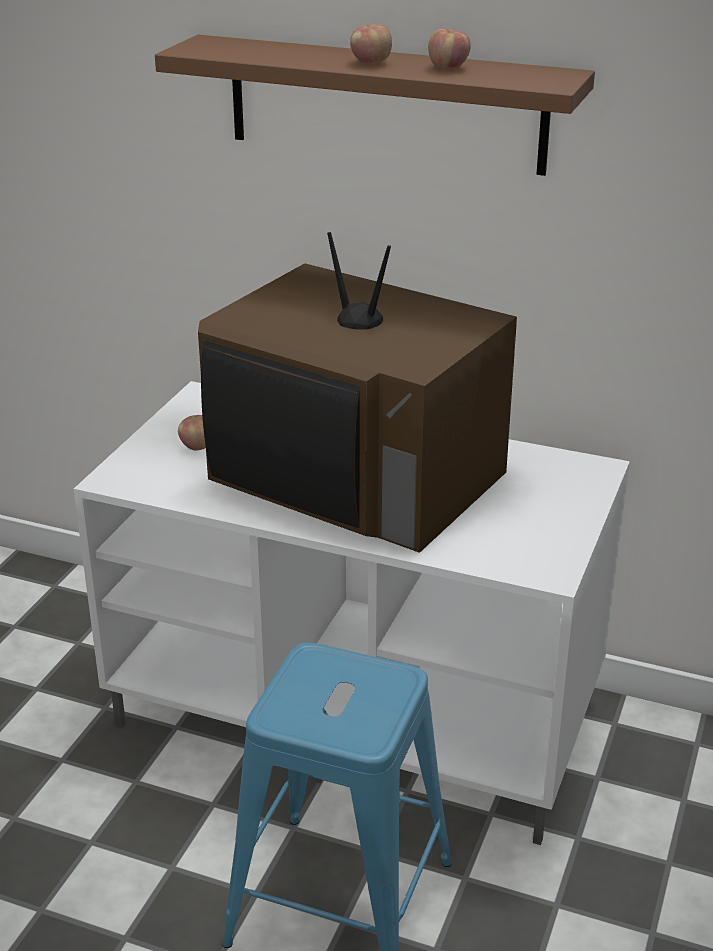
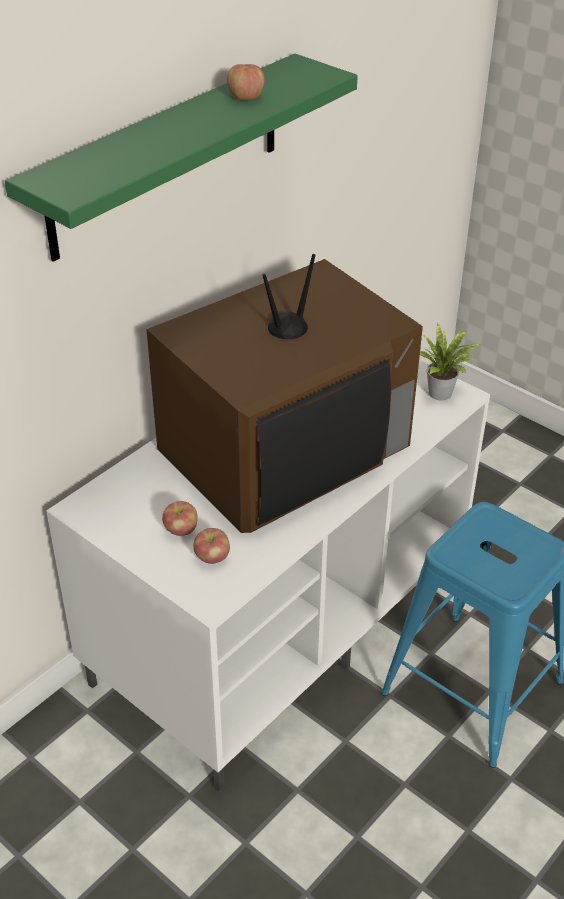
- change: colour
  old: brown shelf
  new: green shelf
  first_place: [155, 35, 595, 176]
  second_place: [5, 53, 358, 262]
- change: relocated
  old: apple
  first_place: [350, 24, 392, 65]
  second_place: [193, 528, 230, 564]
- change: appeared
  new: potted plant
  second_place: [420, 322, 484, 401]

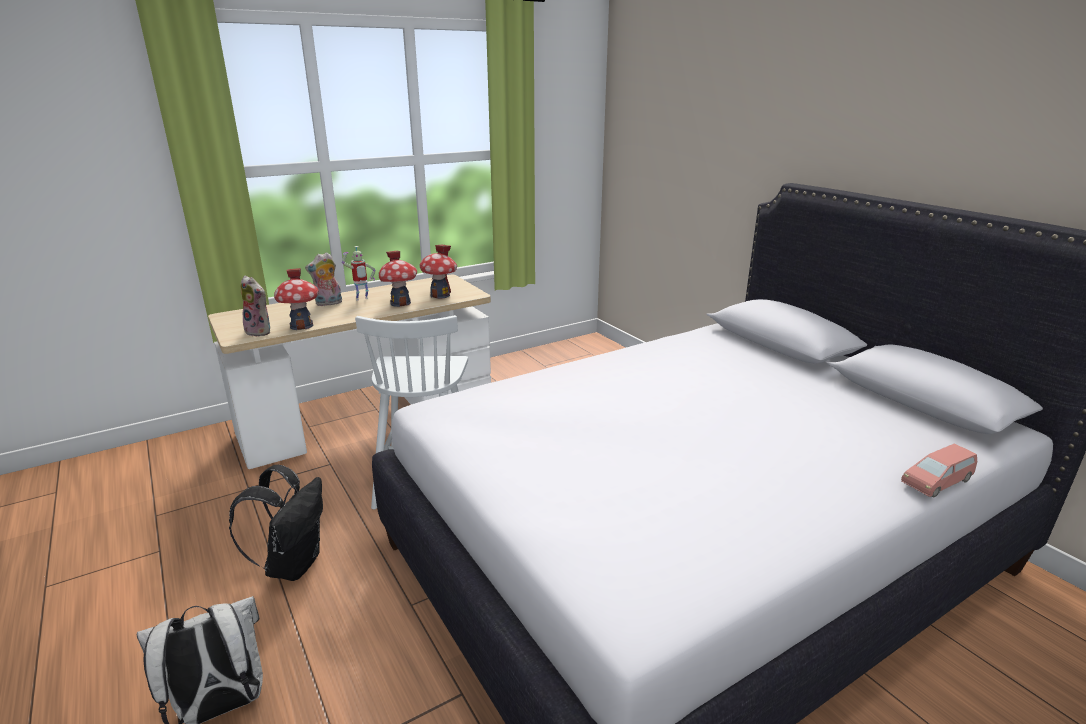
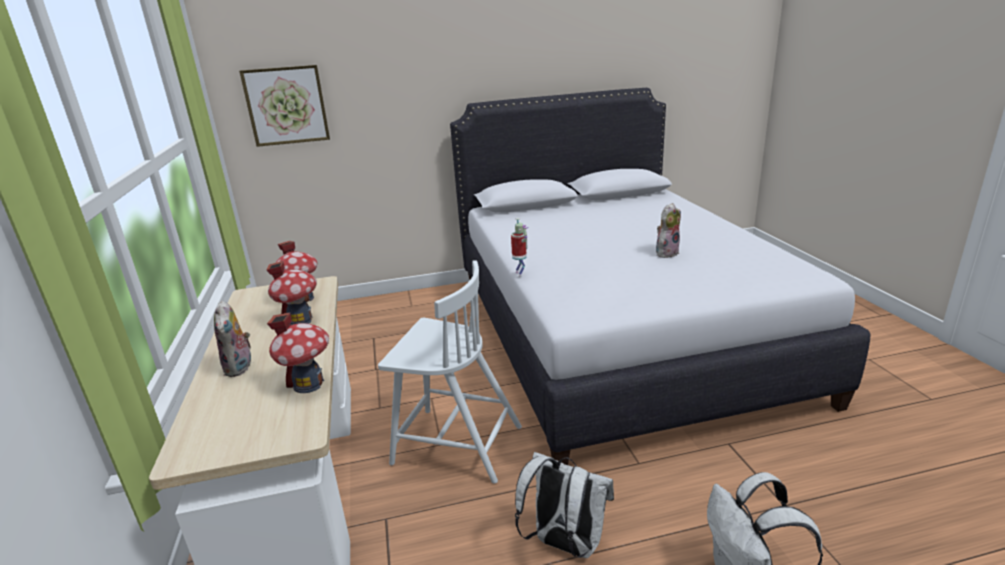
- change: colour
  old: black backpack
  new: white backpack
  first_place: [229, 465, 323, 581]
  second_place: [515, 452, 614, 558]
- change: relocated
  old: plush toy
  first_place: [240, 275, 270, 337]
  second_place: [656, 203, 681, 258]
- change: relocated
  old: toy robot
  first_place: [342, 246, 376, 301]
  second_place: [511, 218, 528, 277]
- change: missing
  old: pink toy car
  first_place: [901, 444, 977, 498]
- change: appeared
  new: picture
  second_place: [239, 65, 330, 147]

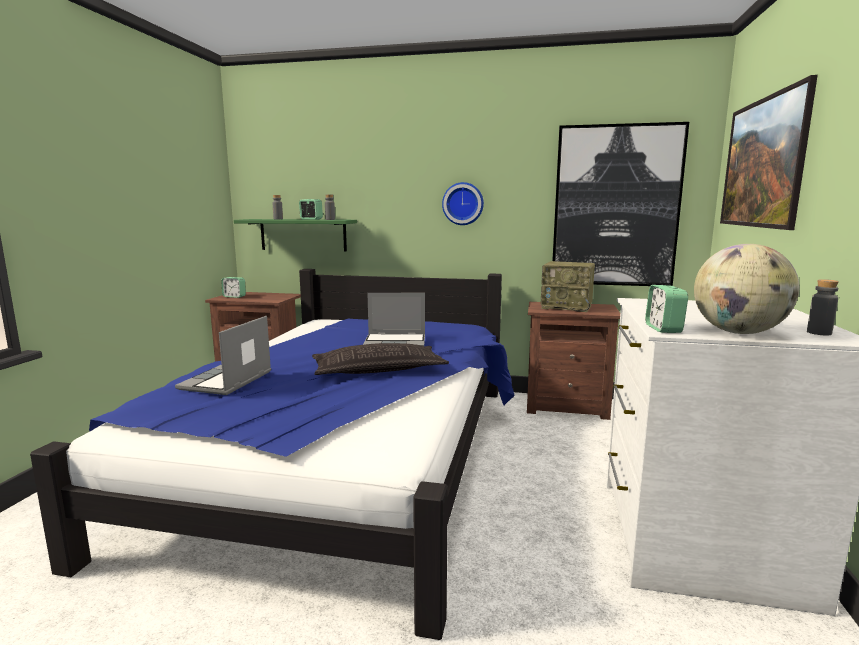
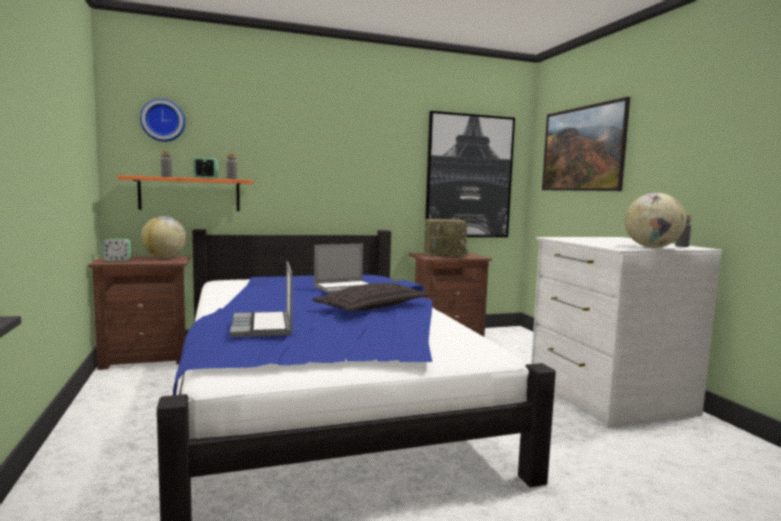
- change: colour
  old: green shelf
  new: orange shelf
  first_place: [234, 219, 357, 251]
  second_place: [117, 175, 253, 211]
- change: relocated
  old: wall clock
  first_place: [442, 182, 484, 225]
  second_place: [140, 99, 185, 142]
- change: missing
  old: alarm clock
  first_place: [645, 285, 688, 333]
- change: appeared
  new: globe
  second_place: [141, 216, 187, 258]

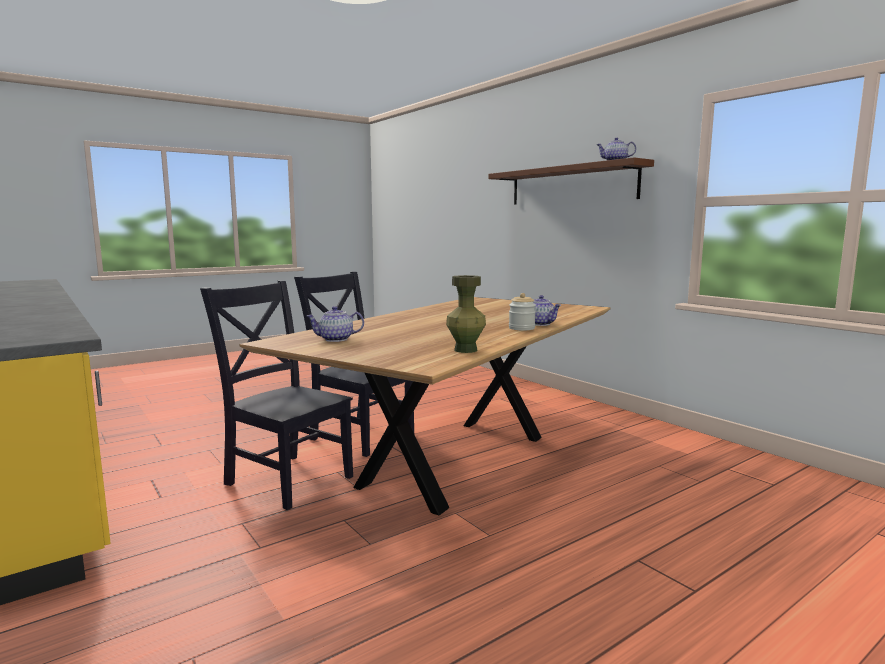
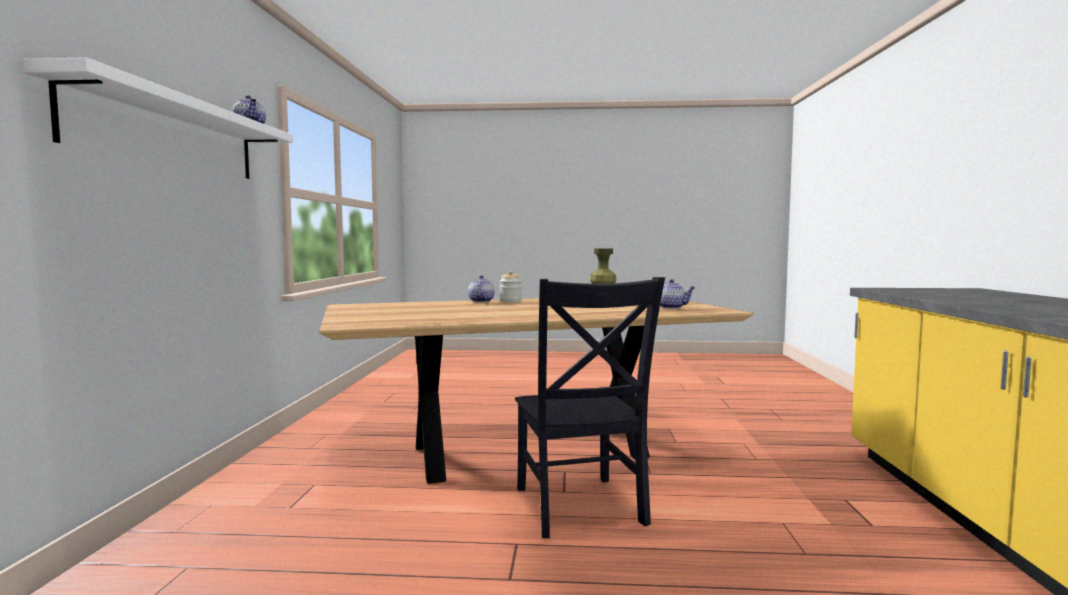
- change: missing
  old: black chair
  first_place: [200, 280, 353, 510]
- change: colour
  old: brown shelf
  new: white shelf
  first_place: [489, 157, 654, 205]
  second_place: [23, 57, 293, 179]

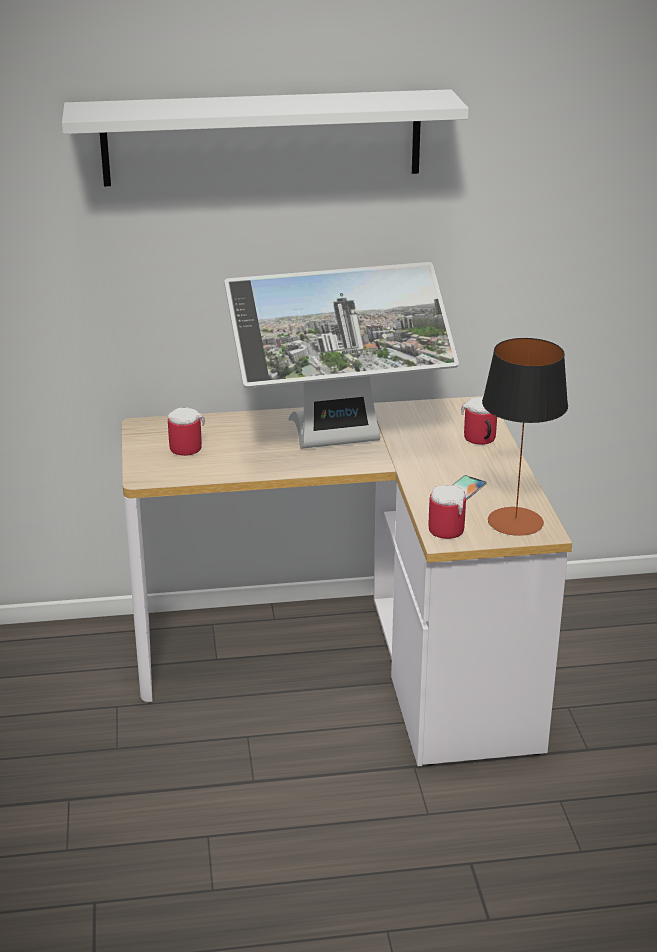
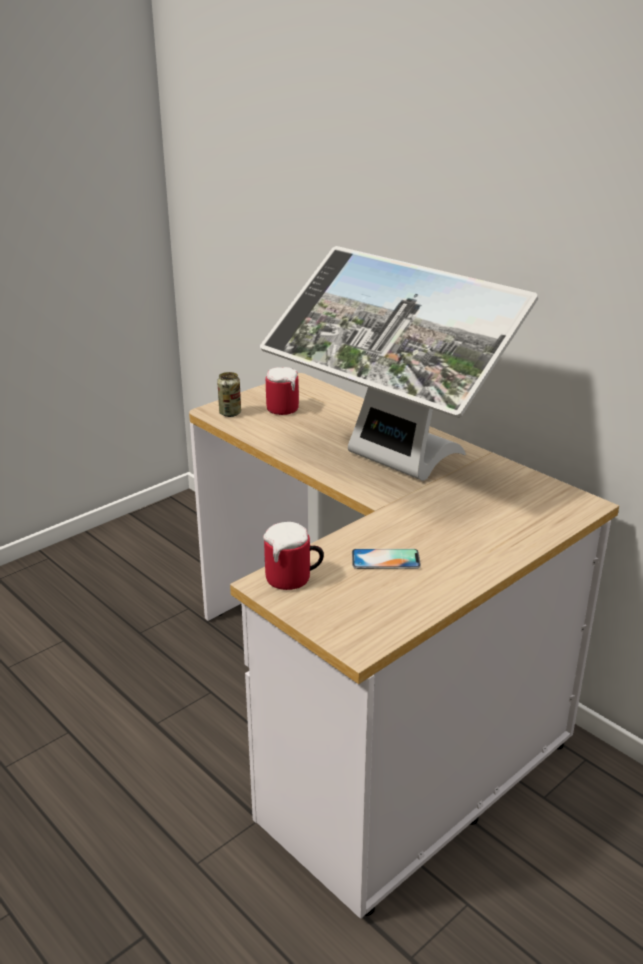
- change: missing
  old: white shelf
  first_place: [62, 89, 469, 187]
- change: missing
  old: mug
  first_place: [461, 397, 497, 445]
- change: missing
  old: table lamp
  first_place: [482, 338, 568, 536]
- change: appeared
  new: can
  second_place: [217, 372, 241, 417]

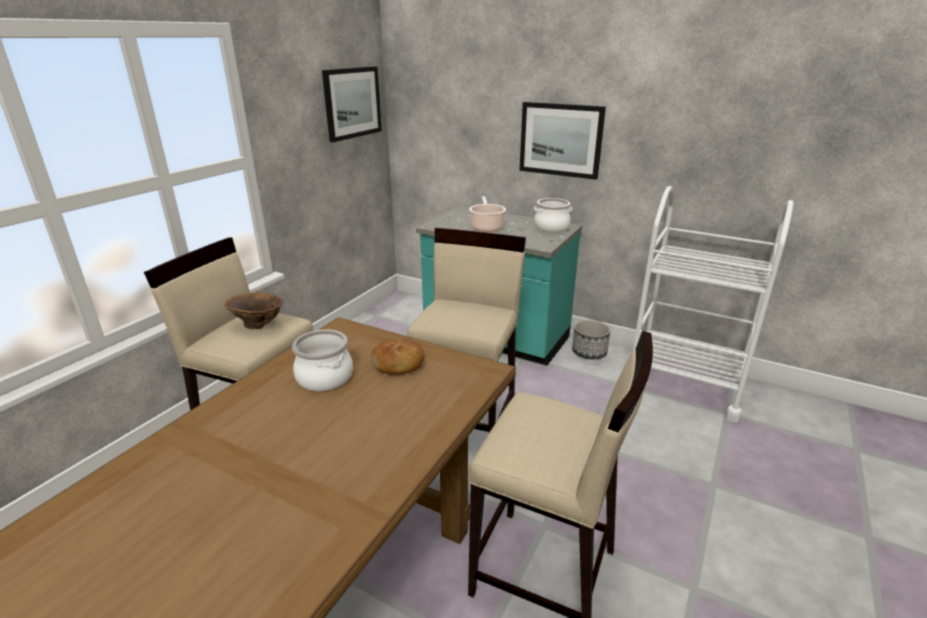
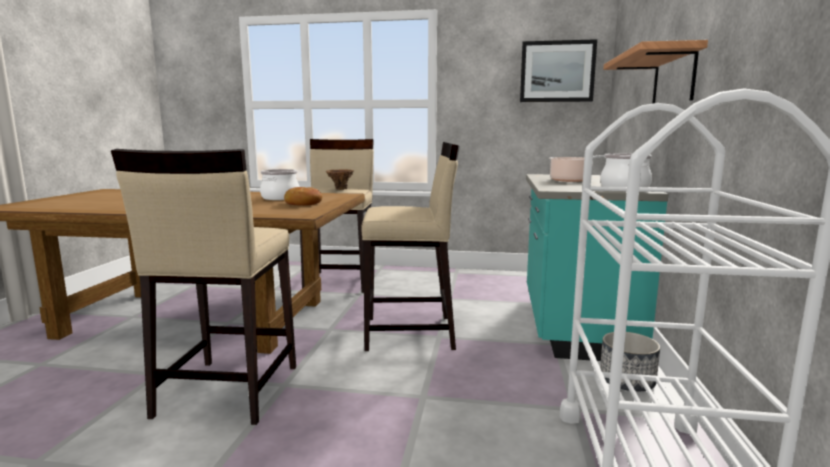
- change: exchanged
  old: picture
  new: shelf
  first_place: [519, 102, 606, 180]
  second_place: [603, 40, 708, 104]

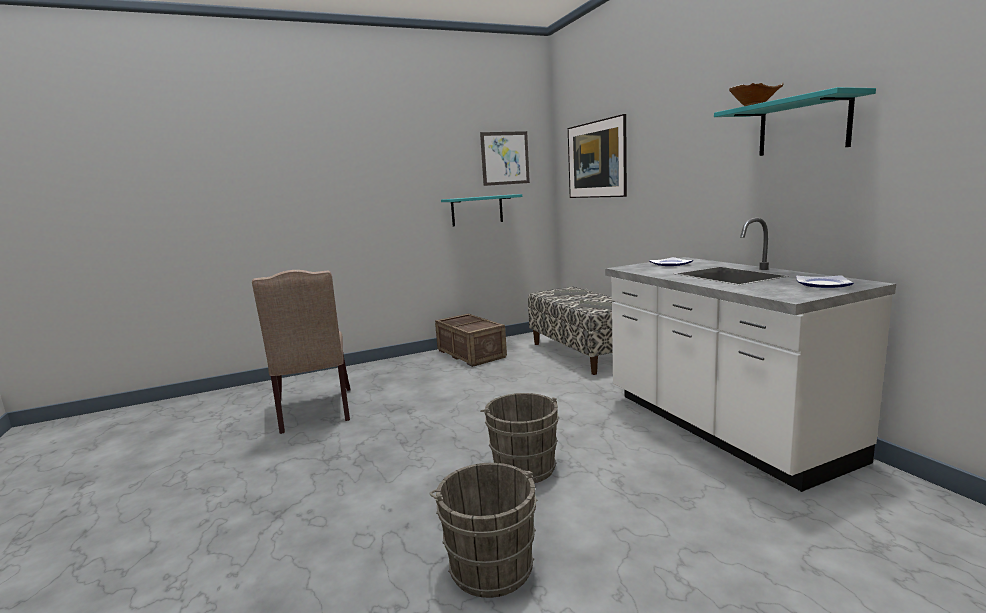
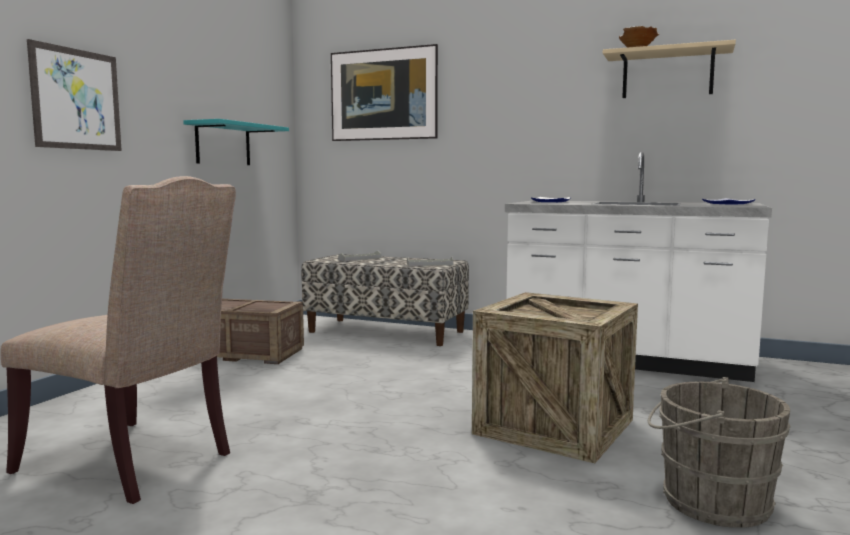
- change: relocated
  old: picture
  first_place: [480, 131, 530, 186]
  second_place: [27, 39, 122, 151]
- change: exchanged
  old: grey bucket
  new: crate
  first_place: [480, 393, 559, 483]
  second_place: [472, 292, 638, 463]
- change: colour
  old: turquoise shelf
  new: beige shelf
  first_place: [714, 87, 876, 156]
  second_place: [603, 40, 736, 98]

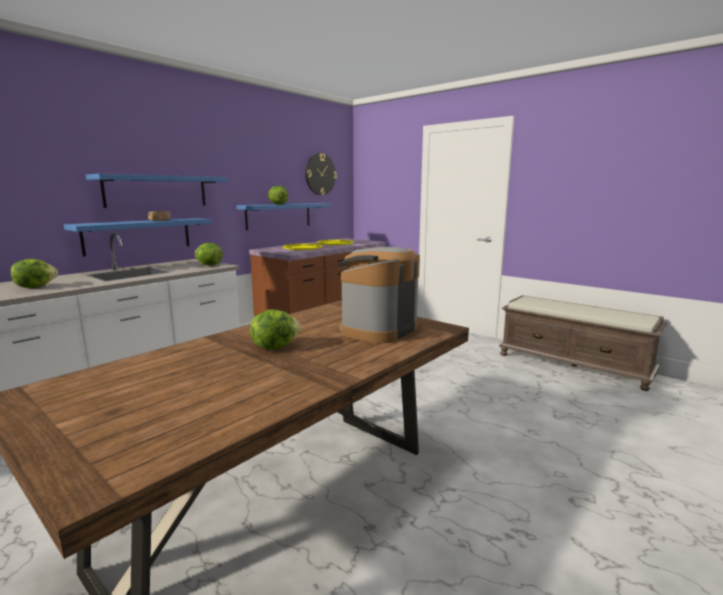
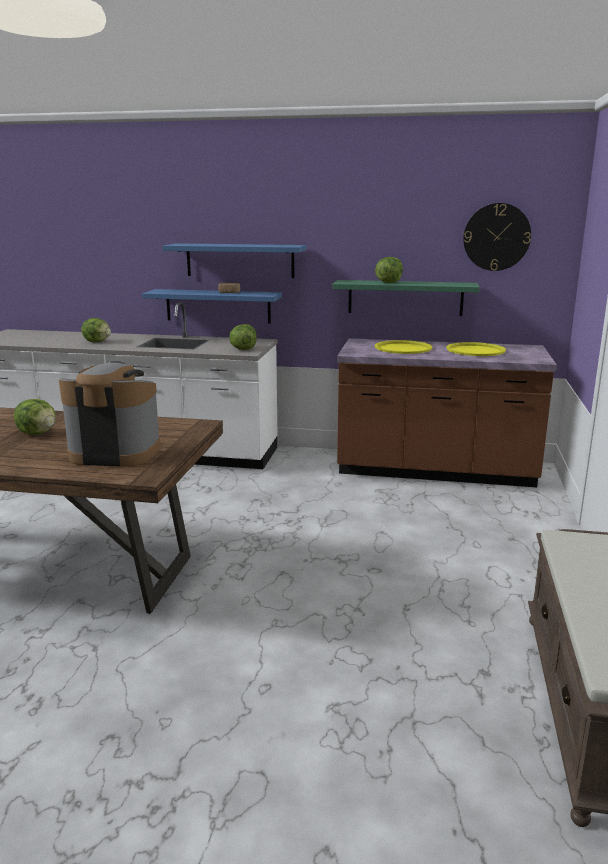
- change: colour
  old: blue shelf
  new: green shelf
  first_place: [236, 203, 331, 230]
  second_place: [332, 280, 480, 316]

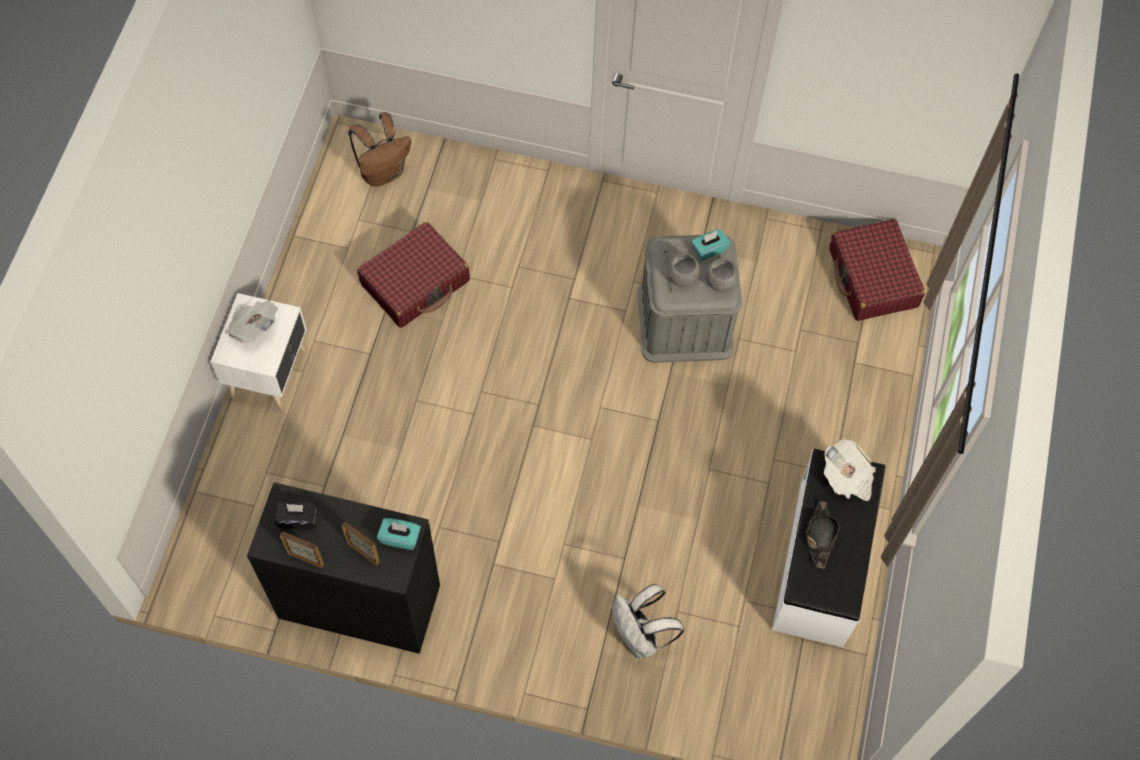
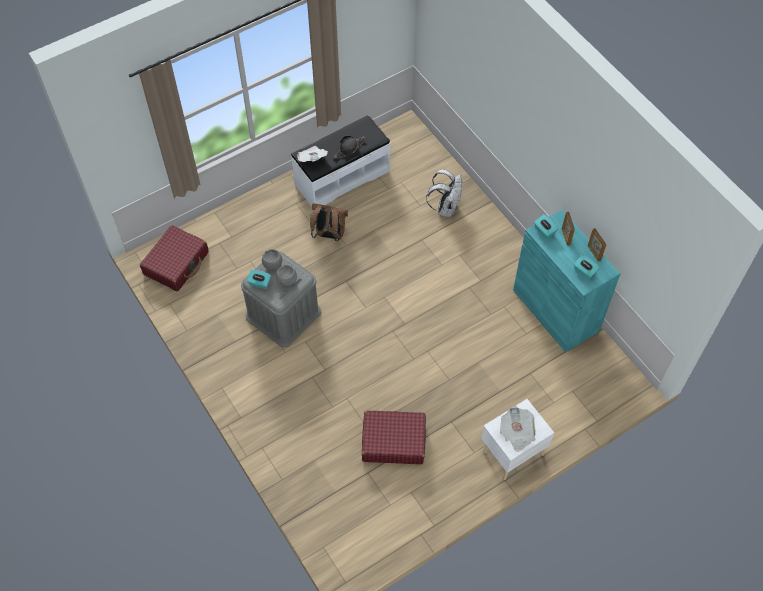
- change: colour
  old: black cabinet
  new: turquoise cabinet
  first_place: [247, 482, 440, 654]
  second_place: [513, 209, 620, 353]
- change: colour
  old: black tissue box
  new: turquoise tissue box
  first_place: [275, 501, 316, 529]
  second_place: [573, 255, 600, 279]
- change: relocated
  old: brown backpack
  first_place: [348, 112, 411, 187]
  second_place: [310, 203, 348, 241]

